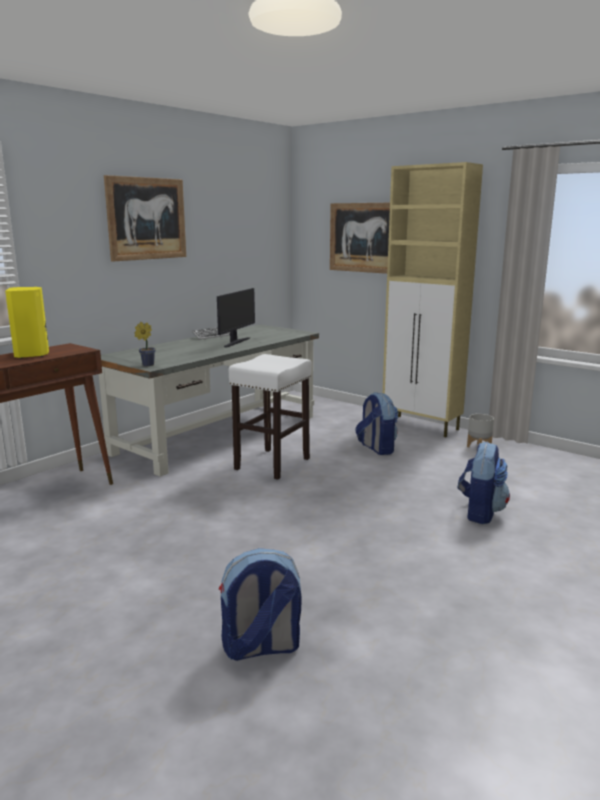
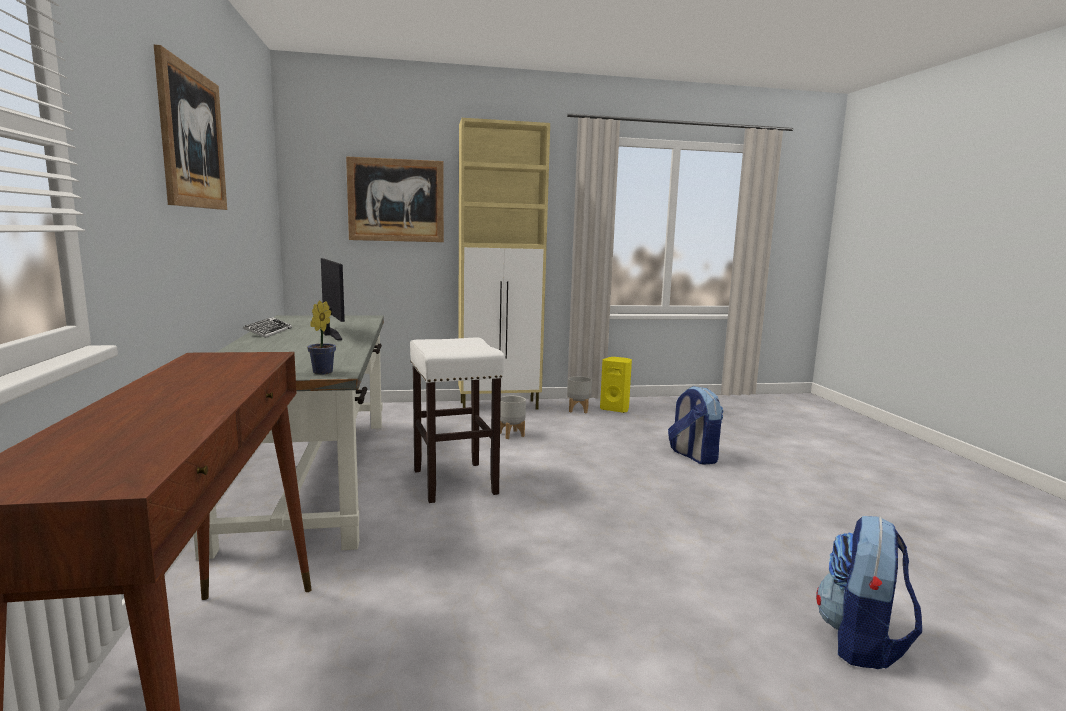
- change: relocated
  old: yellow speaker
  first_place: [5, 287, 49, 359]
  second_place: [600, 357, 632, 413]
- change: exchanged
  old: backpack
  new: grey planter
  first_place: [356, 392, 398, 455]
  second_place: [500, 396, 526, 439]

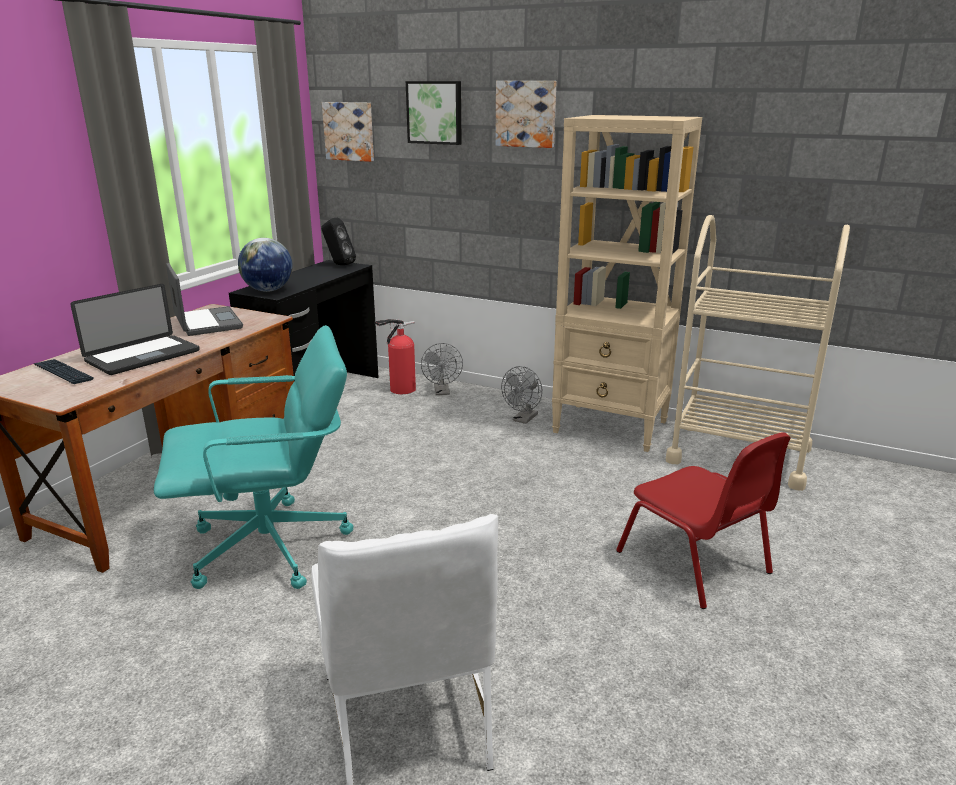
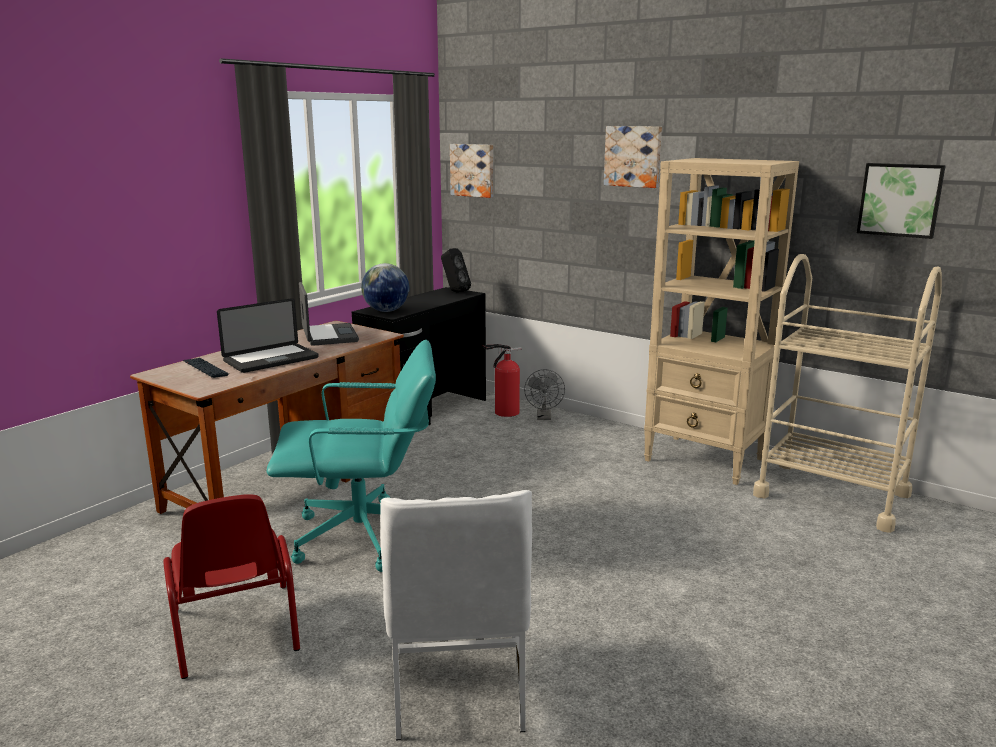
- change: relocated
  old: picture
  first_place: [406, 81, 462, 145]
  second_place: [857, 163, 946, 239]
- change: missing
  old: grey fan
  first_place: [501, 366, 542, 424]
- change: relocated
  old: red chair
  first_place: [616, 433, 791, 609]
  second_place: [164, 494, 300, 679]

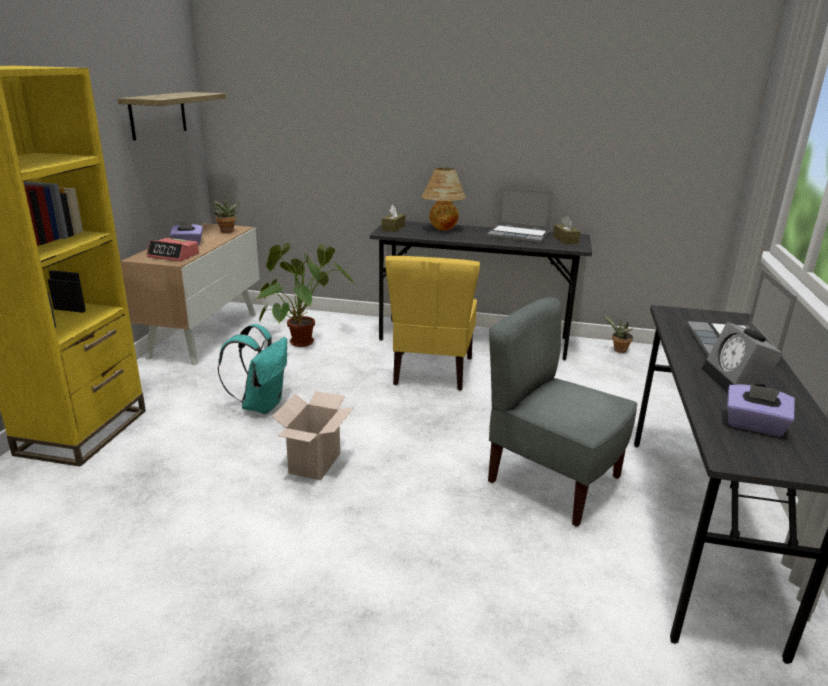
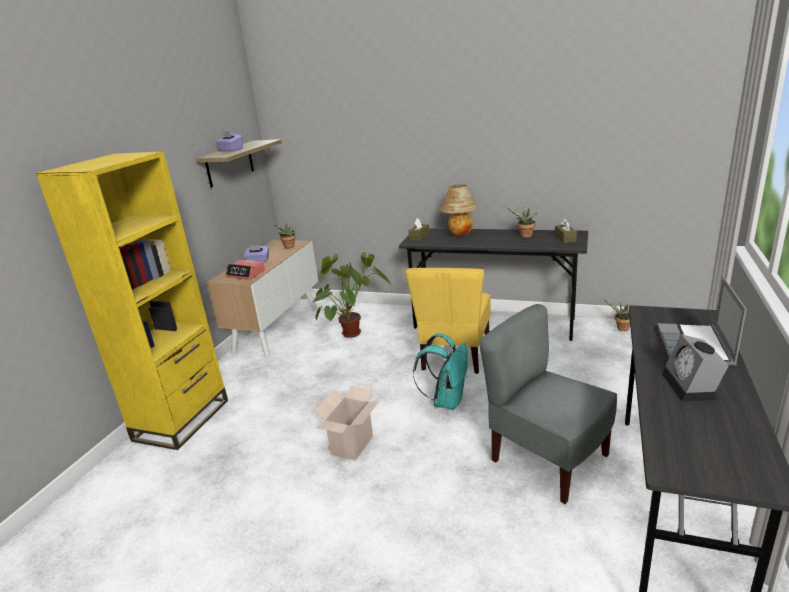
- change: relocated
  old: turquoise backpack
  first_place: [218, 324, 287, 414]
  second_place: [413, 333, 468, 410]
- change: exchanged
  old: laptop
  new: potted plant
  first_place: [487, 187, 553, 243]
  second_place: [508, 207, 537, 238]
- change: relocated
  old: purple tissue box
  first_place: [727, 384, 795, 437]
  second_place: [216, 131, 243, 152]

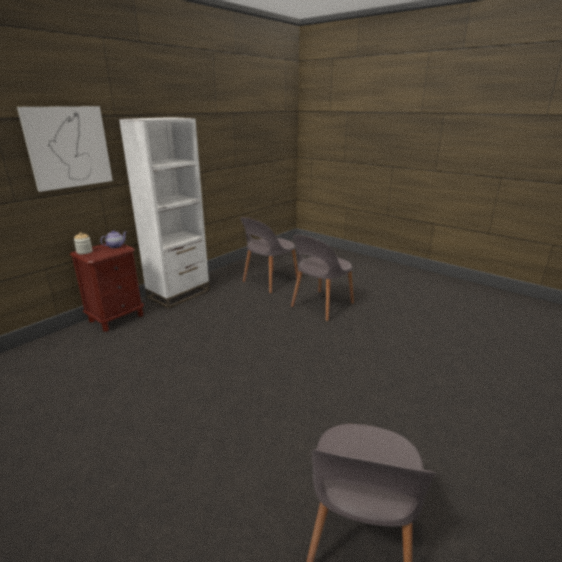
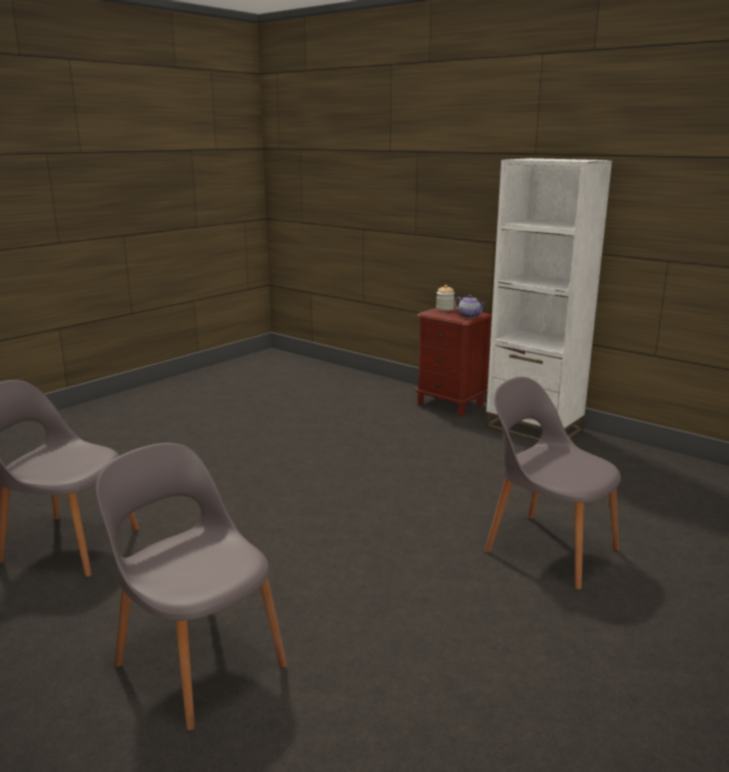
- change: missing
  old: picture
  first_place: [17, 106, 113, 192]
- change: relocated
  old: grey chair
  first_place: [241, 217, 298, 293]
  second_place: [95, 443, 287, 731]

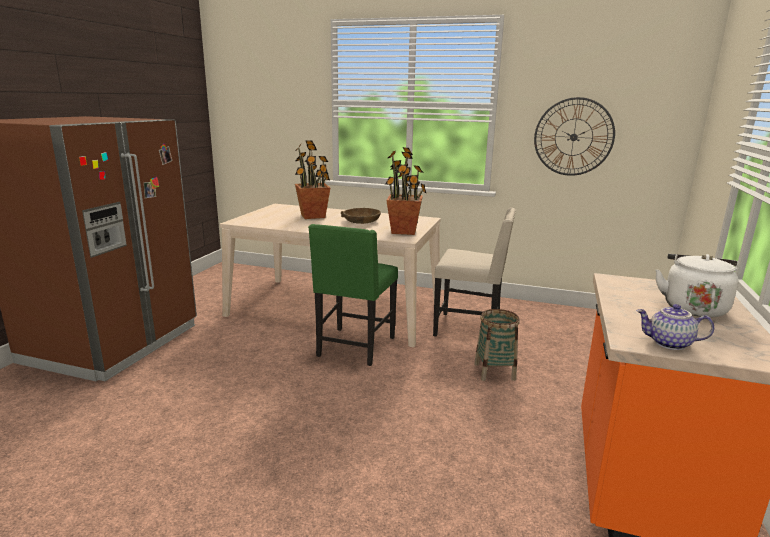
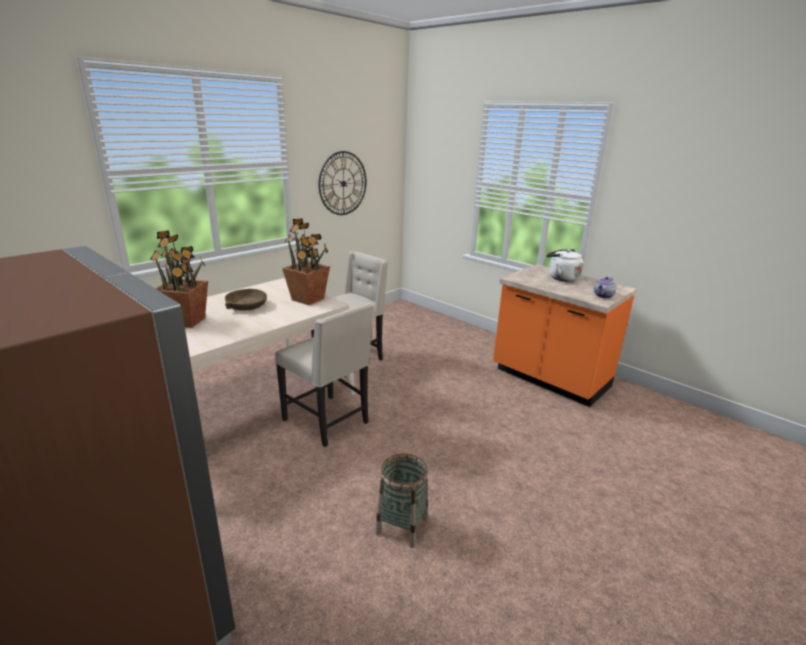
- change: colour
  old: green chair
  new: beige chair
  first_place: [308, 224, 398, 366]
  second_place: [275, 303, 374, 447]
- change: relocated
  old: basket
  first_place: [474, 309, 520, 381]
  second_place: [375, 453, 428, 548]

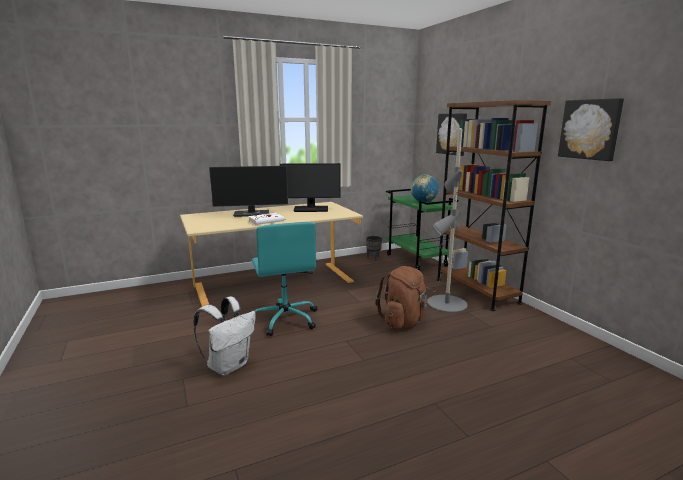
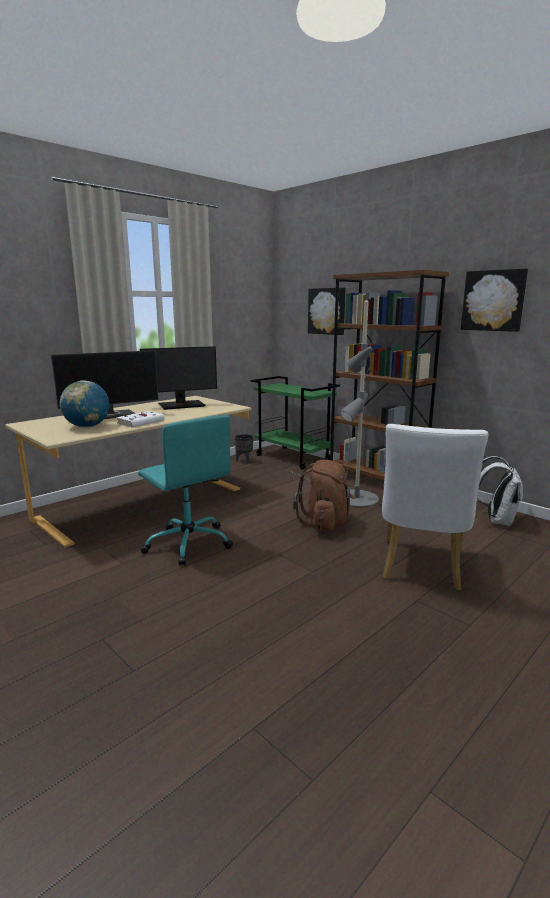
- change: relocated
  old: white backpack
  first_place: [194, 296, 256, 375]
  second_place: [477, 456, 523, 526]
- change: relocated
  old: globe
  first_place: [411, 174, 439, 202]
  second_place: [60, 380, 109, 428]
- change: appeared
  new: white chair
  second_place: [382, 424, 488, 590]

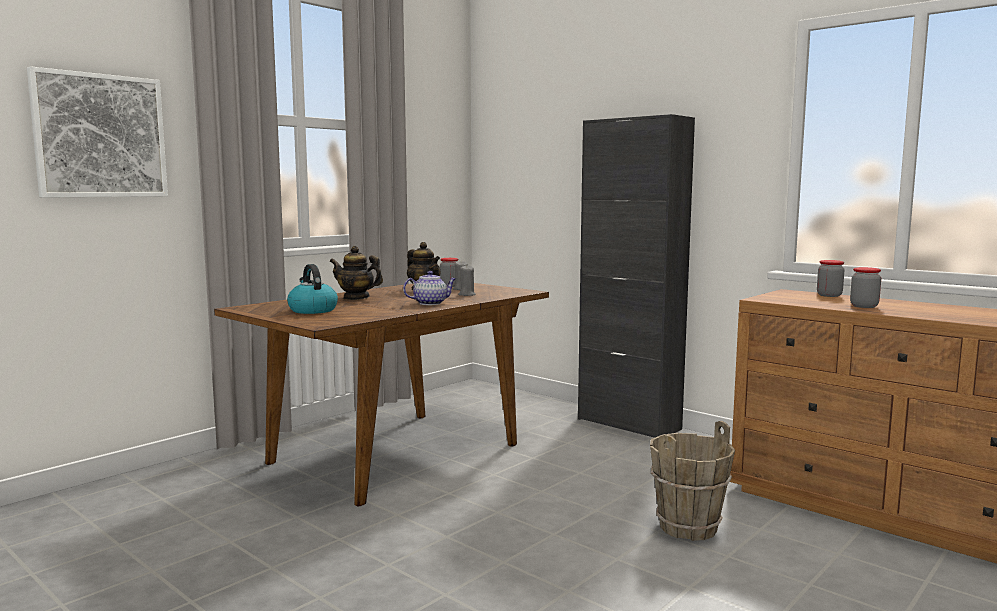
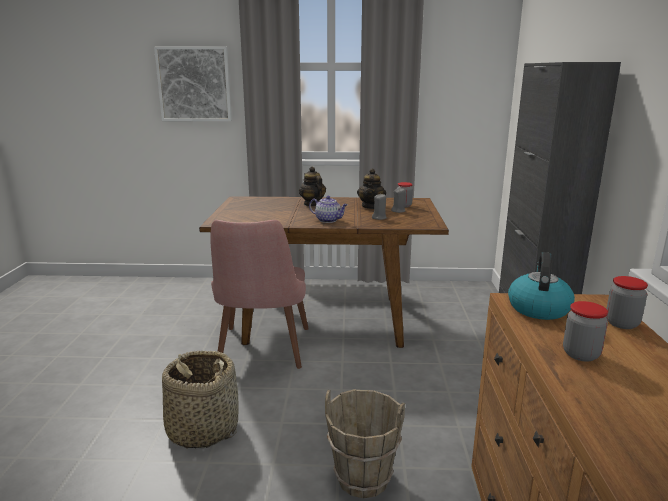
- change: relocated
  old: kettle
  first_place: [287, 264, 338, 314]
  second_place: [508, 252, 575, 320]
- change: appeared
  new: basket
  second_place: [162, 351, 239, 449]
- change: appeared
  new: pink chair
  second_place: [210, 220, 309, 369]

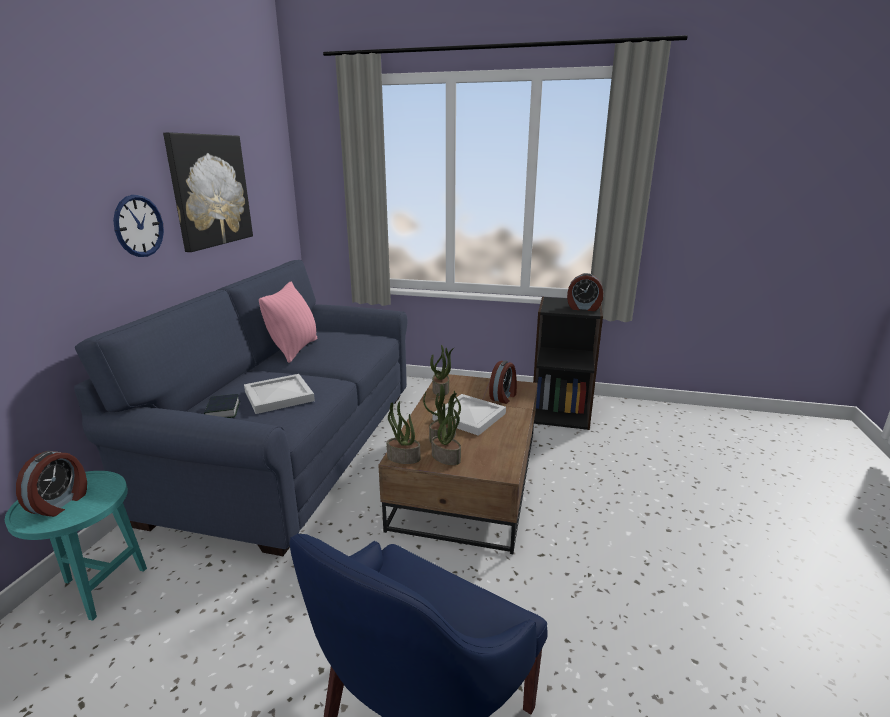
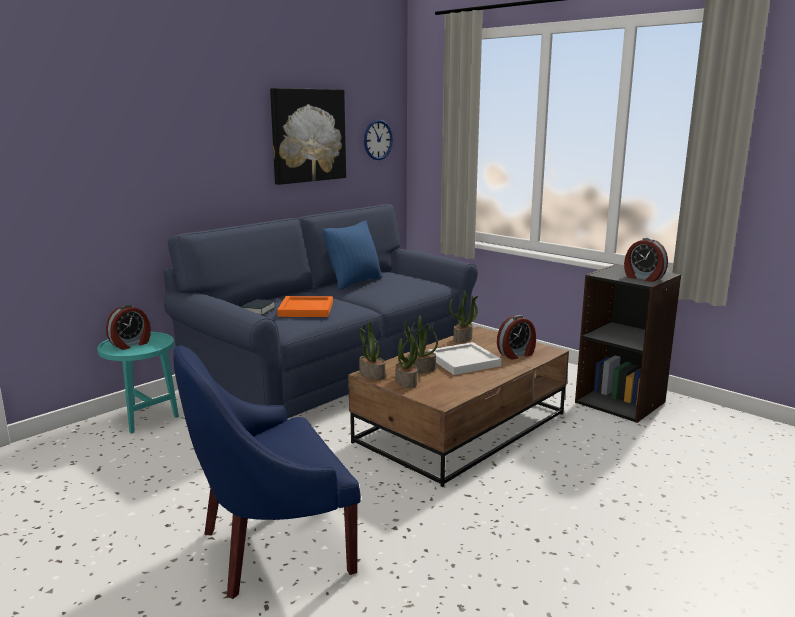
- change: relocated
  old: wall clock
  first_place: [113, 195, 164, 257]
  second_place: [364, 119, 393, 160]
- change: colour
  old: white tray
  new: orange tray
  first_place: [244, 374, 315, 414]
  second_place: [277, 296, 333, 317]
- change: colour
  old: pink pillow
  new: blue pillow
  first_place: [259, 282, 317, 363]
  second_place: [322, 221, 382, 290]

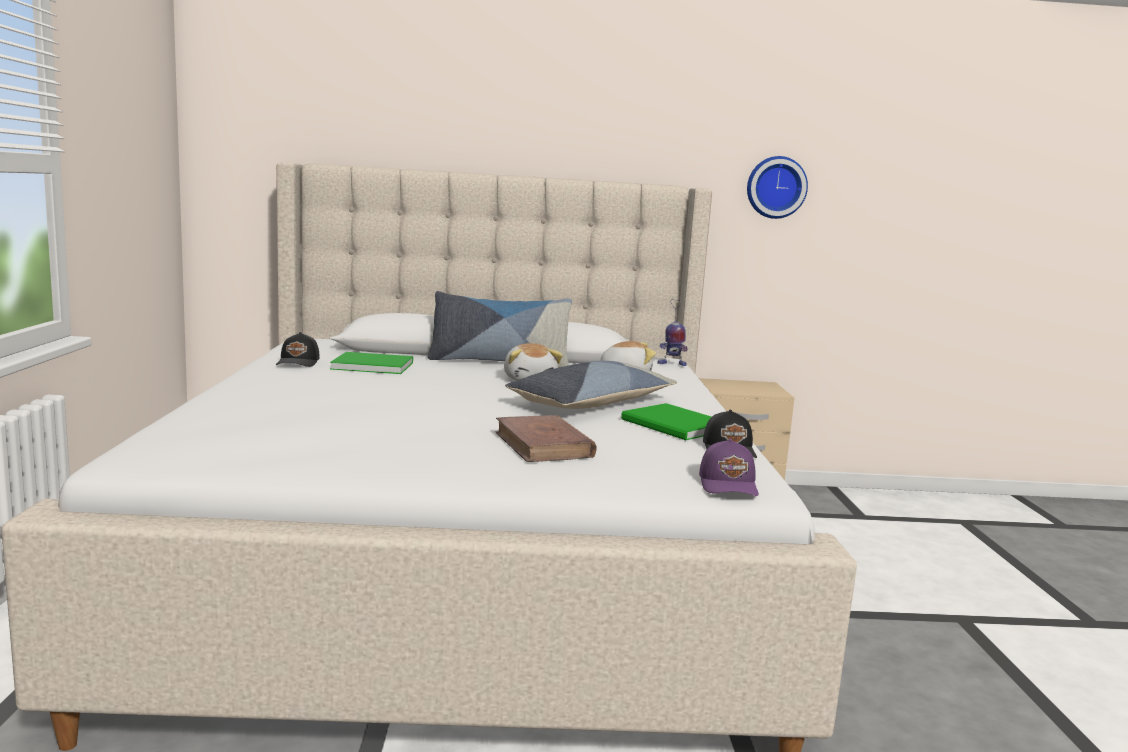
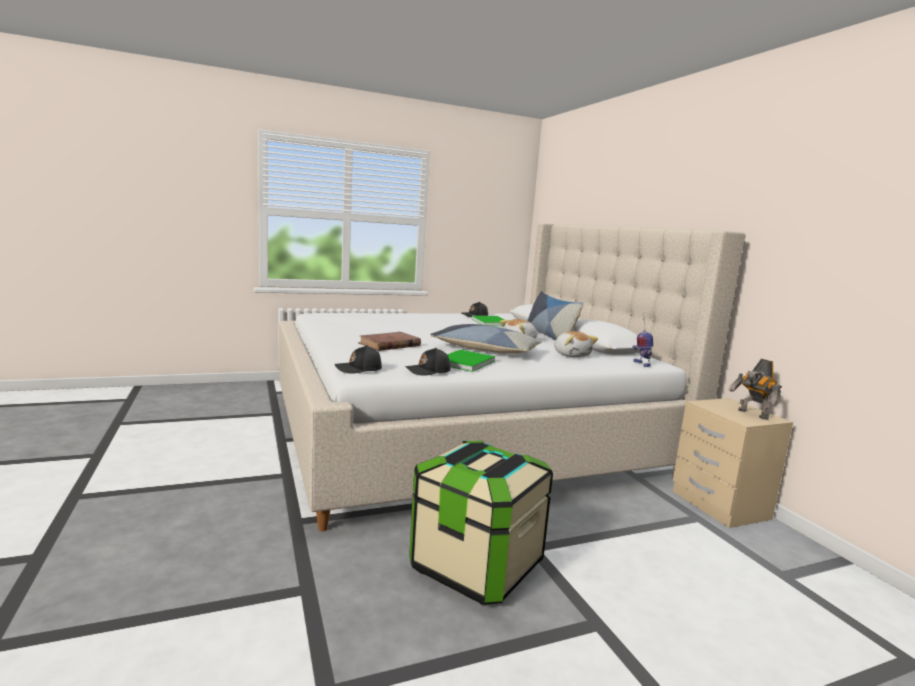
- change: colour
  old: purple cap
  new: black cap
  first_place: [699, 439, 759, 496]
  second_place: [335, 345, 382, 373]
- change: missing
  old: wall clock
  first_place: [747, 156, 808, 219]
- change: appeared
  new: storage box
  second_place: [409, 441, 553, 605]
- change: appeared
  new: toy robot
  second_place: [729, 359, 782, 420]

